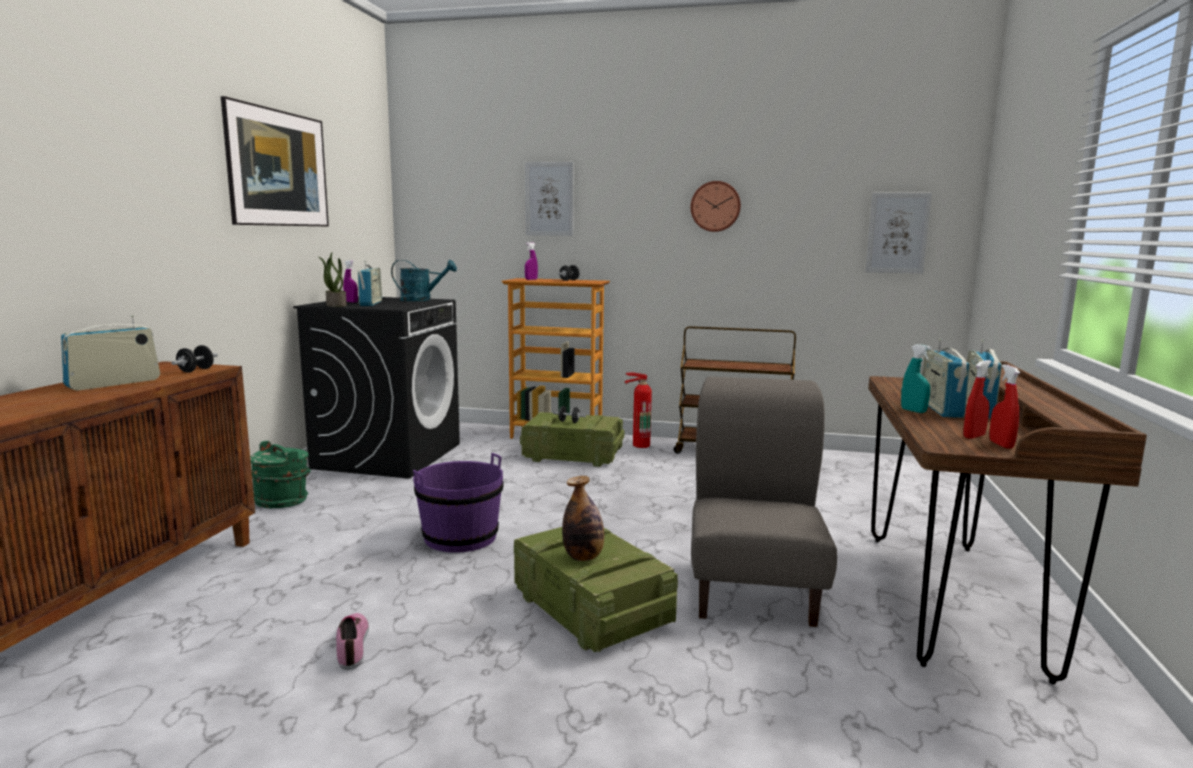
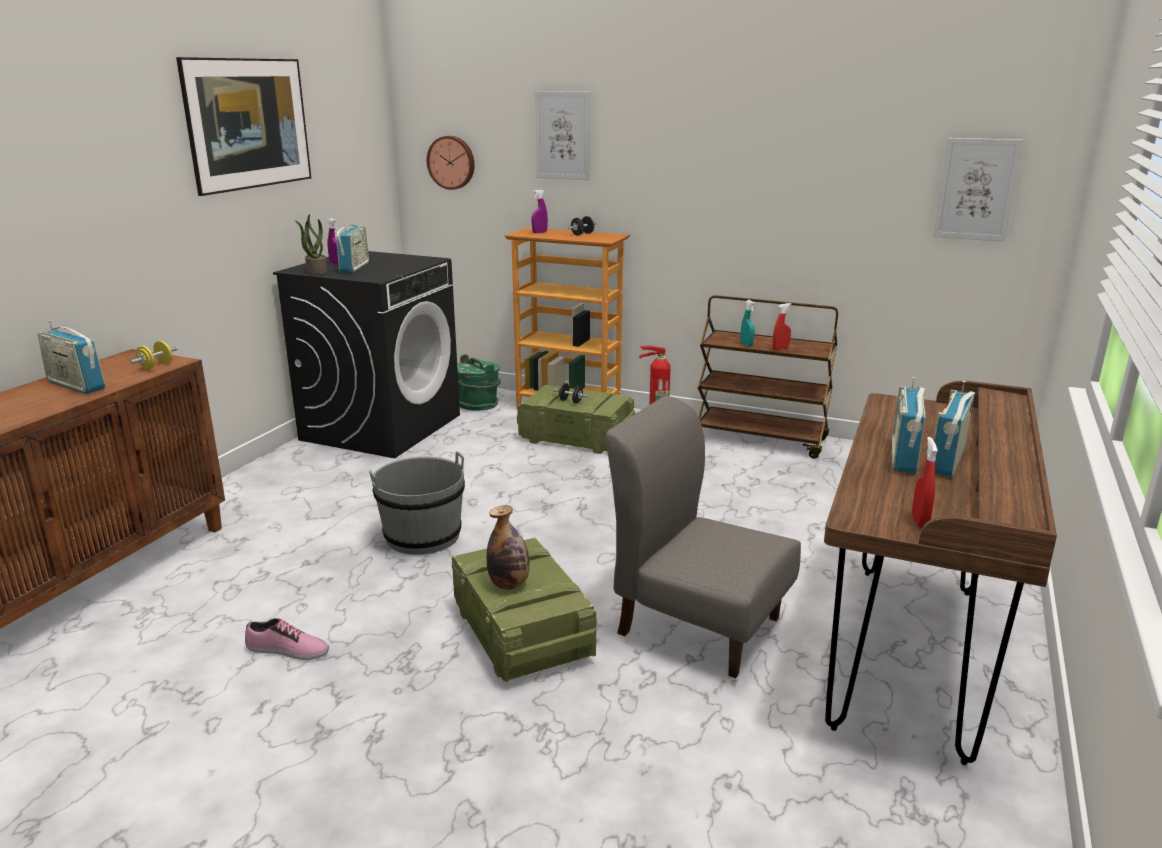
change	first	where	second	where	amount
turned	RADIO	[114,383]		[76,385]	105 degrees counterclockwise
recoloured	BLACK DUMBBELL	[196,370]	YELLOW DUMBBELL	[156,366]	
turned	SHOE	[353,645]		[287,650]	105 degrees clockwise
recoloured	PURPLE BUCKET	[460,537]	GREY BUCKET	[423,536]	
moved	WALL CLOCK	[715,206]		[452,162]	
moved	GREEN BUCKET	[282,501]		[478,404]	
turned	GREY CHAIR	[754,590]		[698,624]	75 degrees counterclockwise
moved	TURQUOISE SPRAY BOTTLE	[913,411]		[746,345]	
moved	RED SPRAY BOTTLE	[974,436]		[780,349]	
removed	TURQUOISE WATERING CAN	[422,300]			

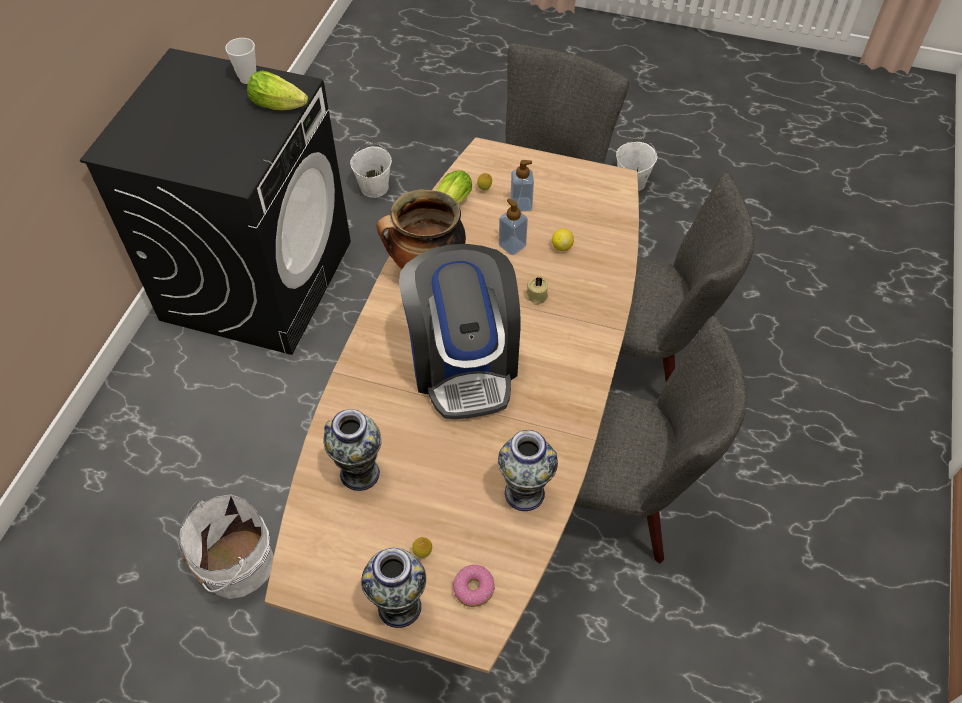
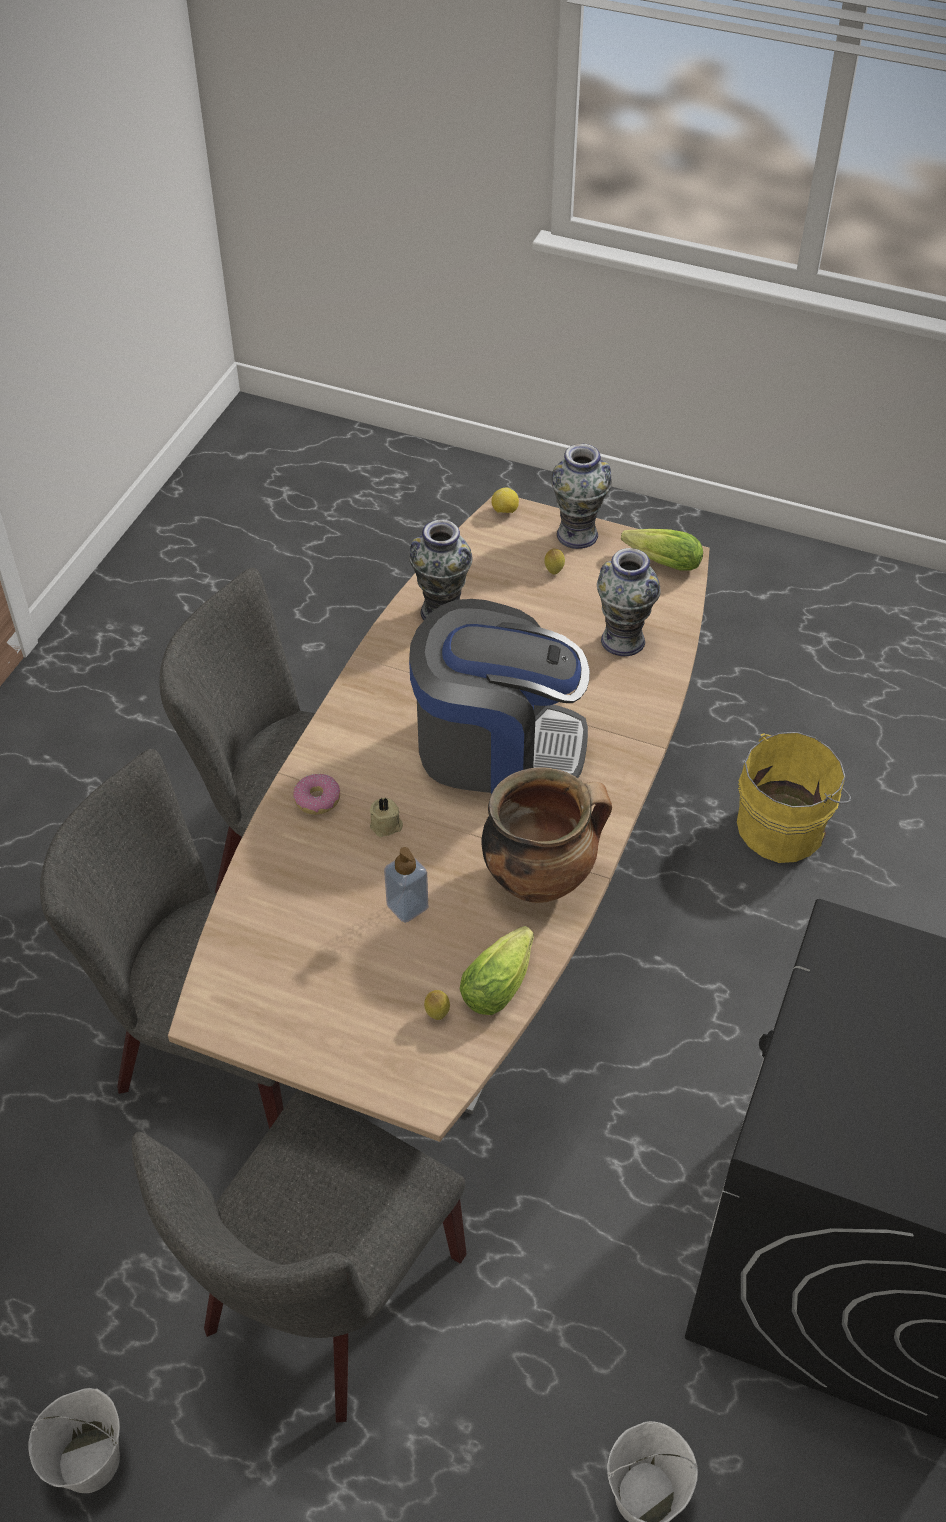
change	first	where	second	where	amount
moved	DONUT	[473,588]		[317,800]	
turned	COFFEE MACHINE	[463,362]		[496,747]	105 degrees clockwise
moved	LEMON	[561,247]		[504,511]	
moved	LETTUCE	[280,105]		[659,562]	
recoloured	WHITE BUCKET	[234,565]	YELLOW BUCKET	[784,826]	
removed	CUP	[248,78]			
removed	SOAP DISPENSER	[521,205]			

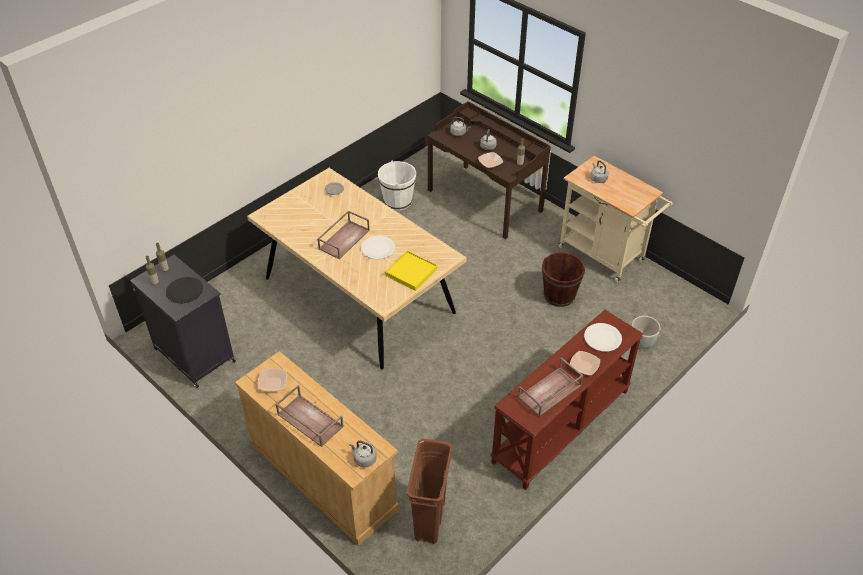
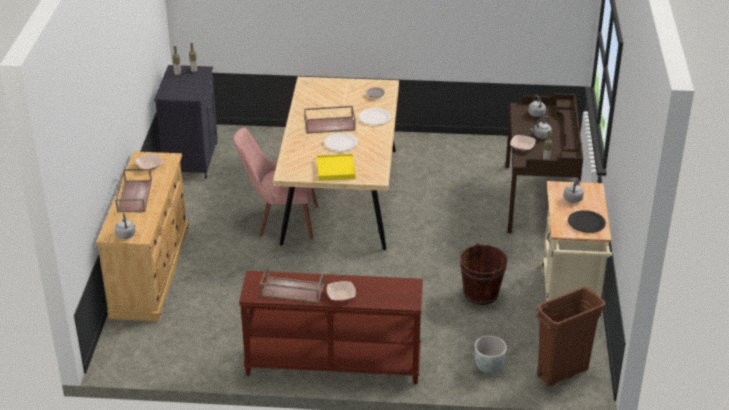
change	first	where	second	where	amount
added			PINK CHAIR	[279,221]	
moved	WHITE PLATE	[602,338]		[374,117]	
moved	BROWN TRASH CAN	[430,519]		[562,372]	
moved	BLACK PLATE	[185,291]		[586,223]	
removed	WHITE BUCKET	[398,201]			

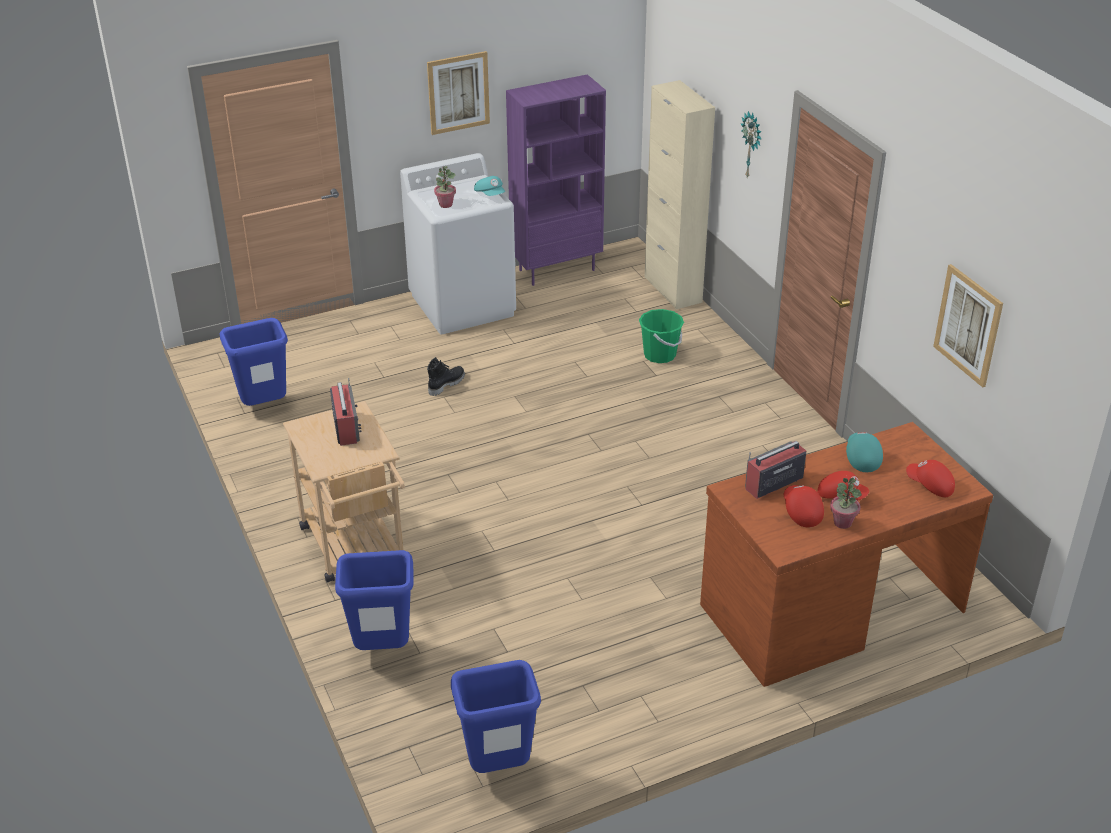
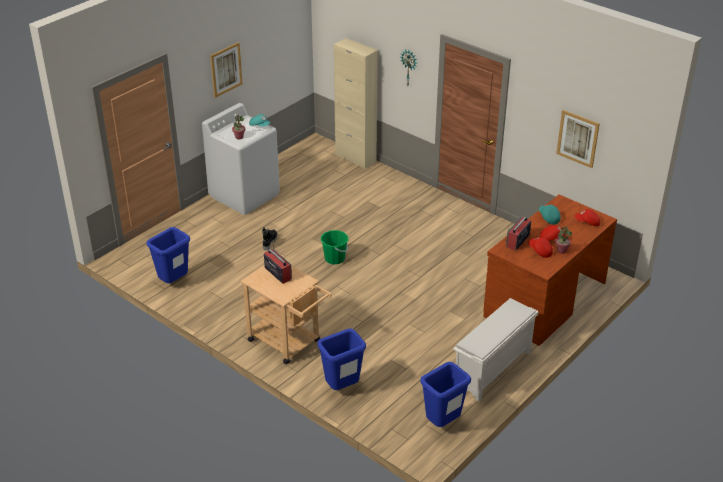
change	first	where	second	where	amount
moved	GREEN BUCKET	[660,355]		[335,258]	
added			WHITE SHOE RACK	[492,370]	
removed	PURPLE BOOKCASE	[557,269]			

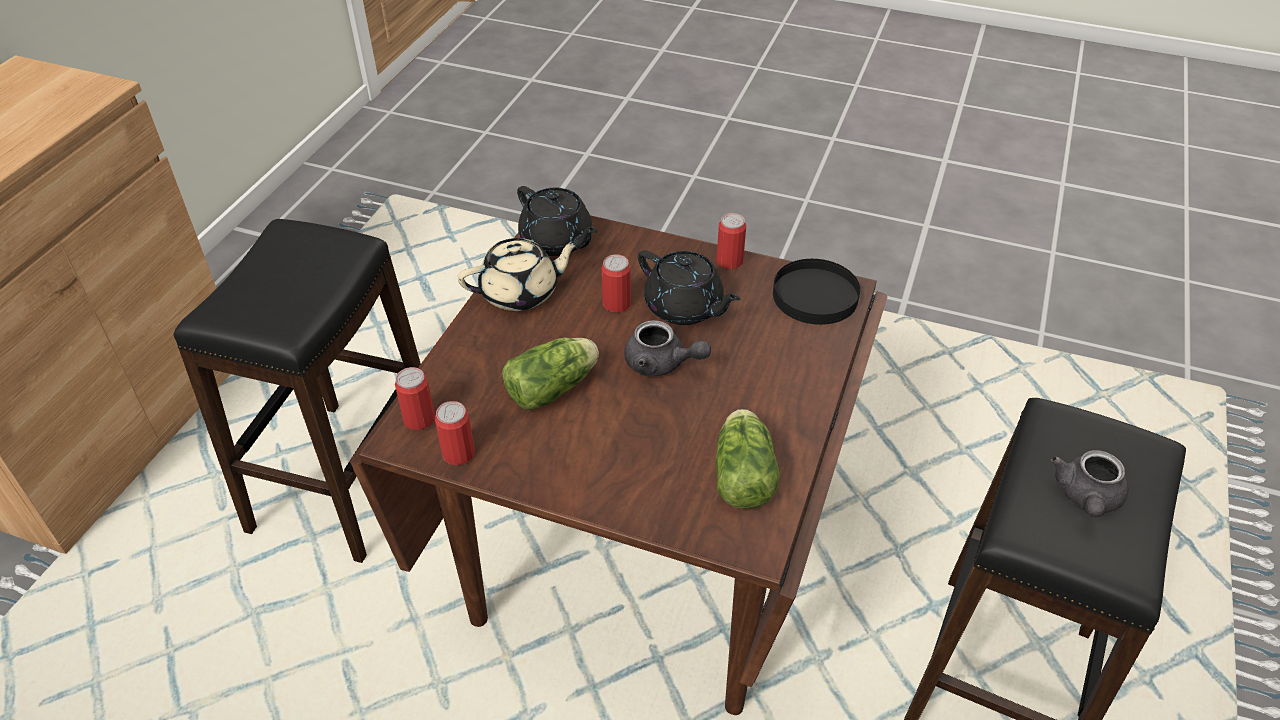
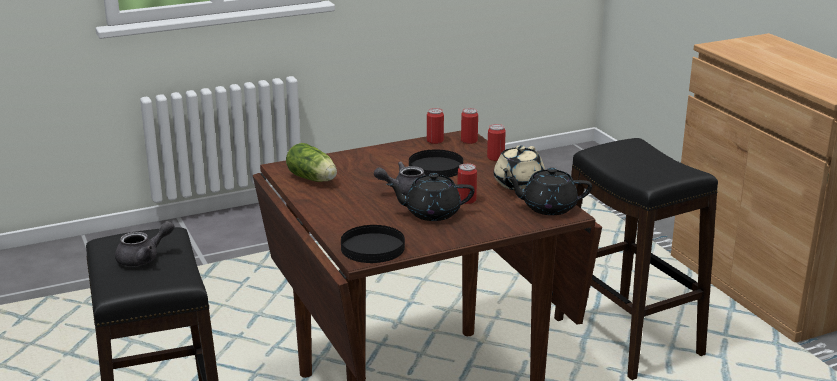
change	first	where	second	where	amount
turned	GREY TEAPOT	[1086,498]		[144,258]	75 degrees clockwise
replaced	LETTUCE	[555,387]	BLACK PLATE	[436,167]	
moved	CAN	[729,261]		[495,158]	

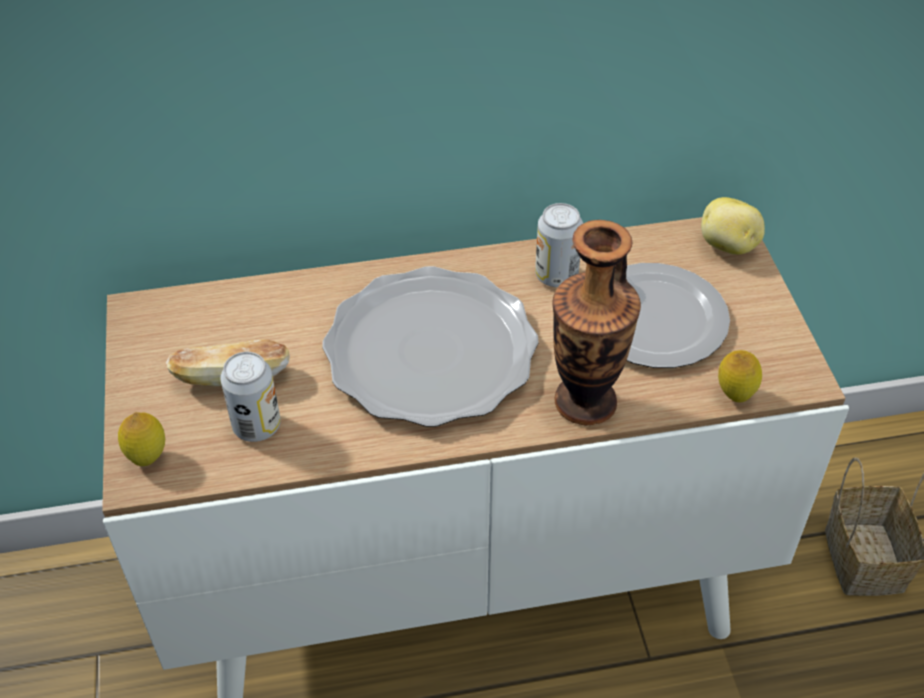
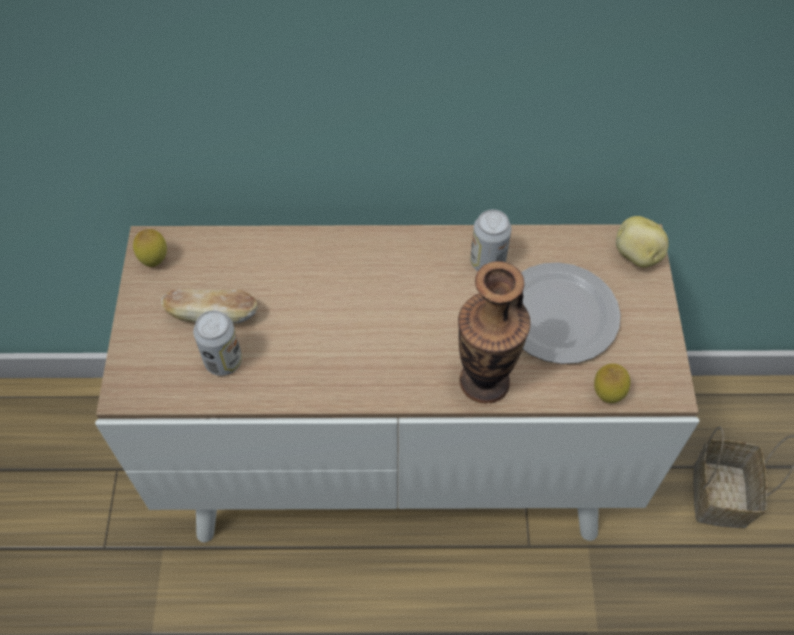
change	first	where	second	where	amount
moved	LEMON	[148,458]		[155,261]	
removed	PLATE	[430,350]			

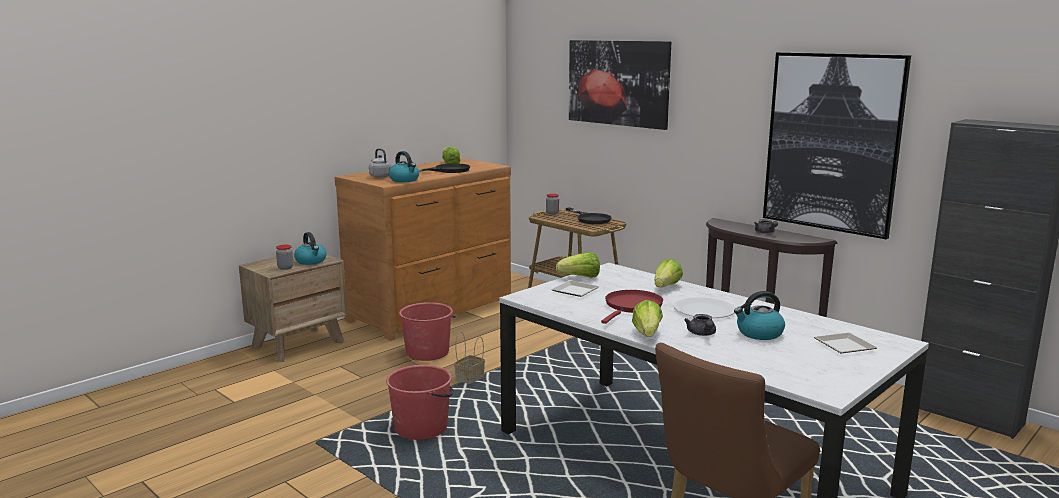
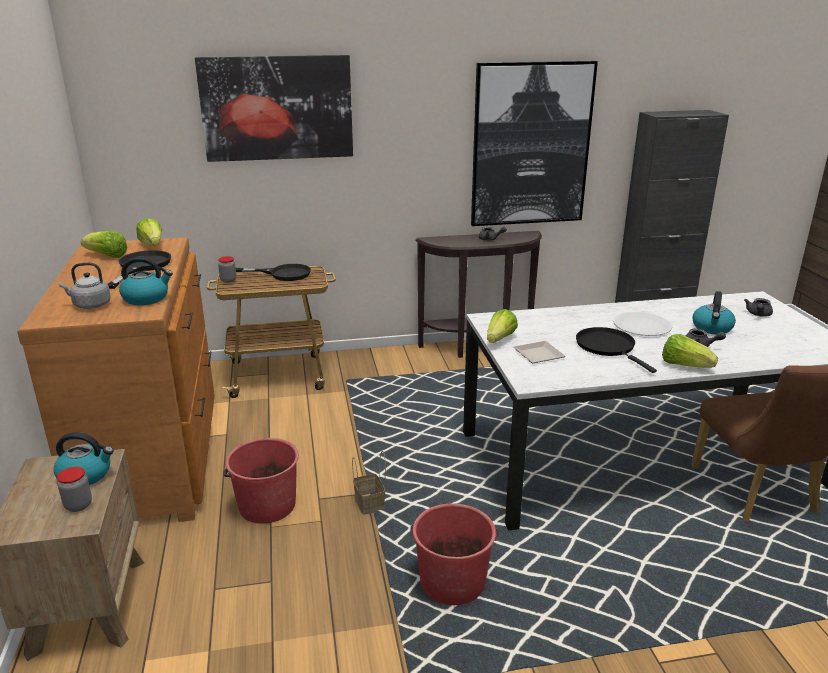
change	first	where	second	where	amount
moved	LETTUCE	[666,287]		[152,245]	
recoloured	RED FRYING PAN	[632,306]	BLACK FRYING PAN	[608,347]	
replaced	PLATE	[844,347]	GREY TEAPOT	[758,314]	

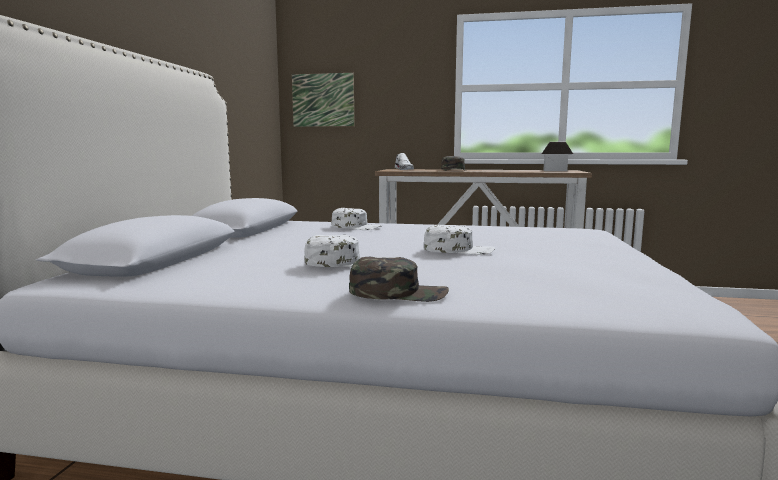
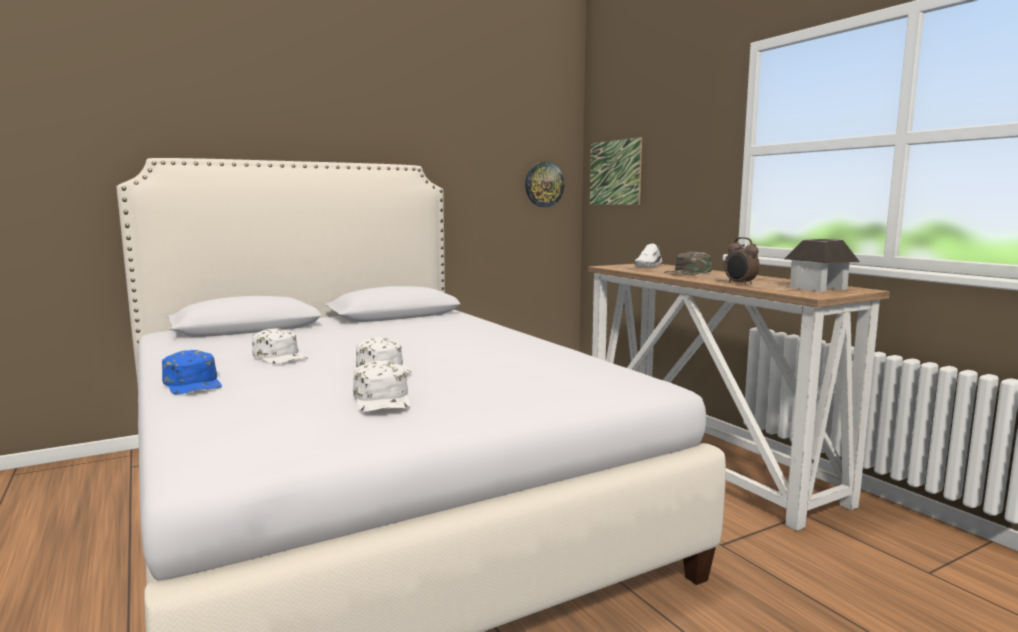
change	first	where	second	where	amount
recoloured	GREEN CAP	[398,292]	BLUE CAP	[193,383]	
moved	WHITE CAP	[356,227]		[383,399]	
added			WALL CLOCK	[544,184]	
added			ALARM CLOCK	[740,284]	

